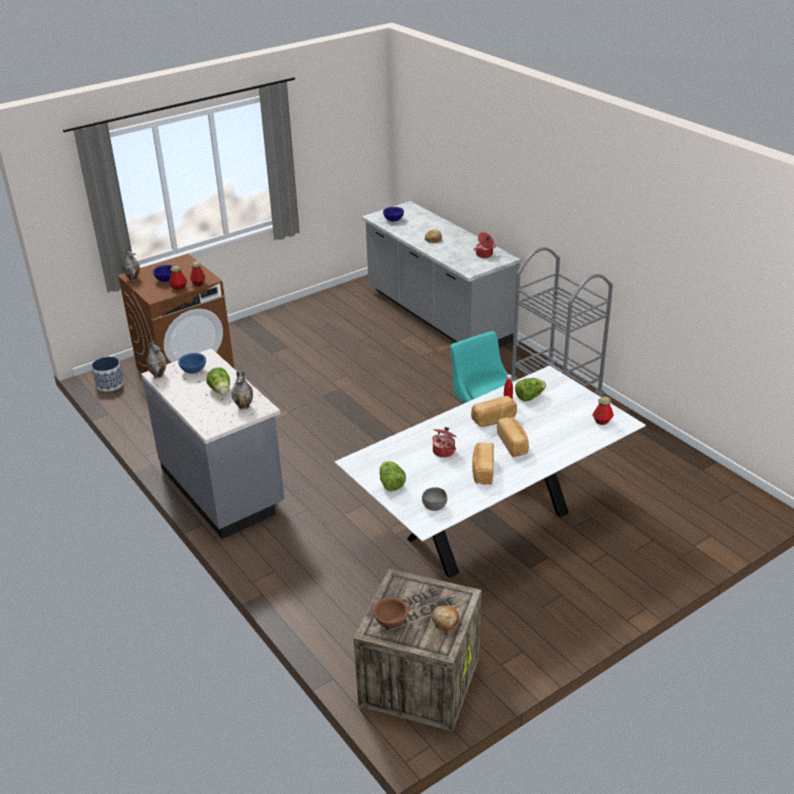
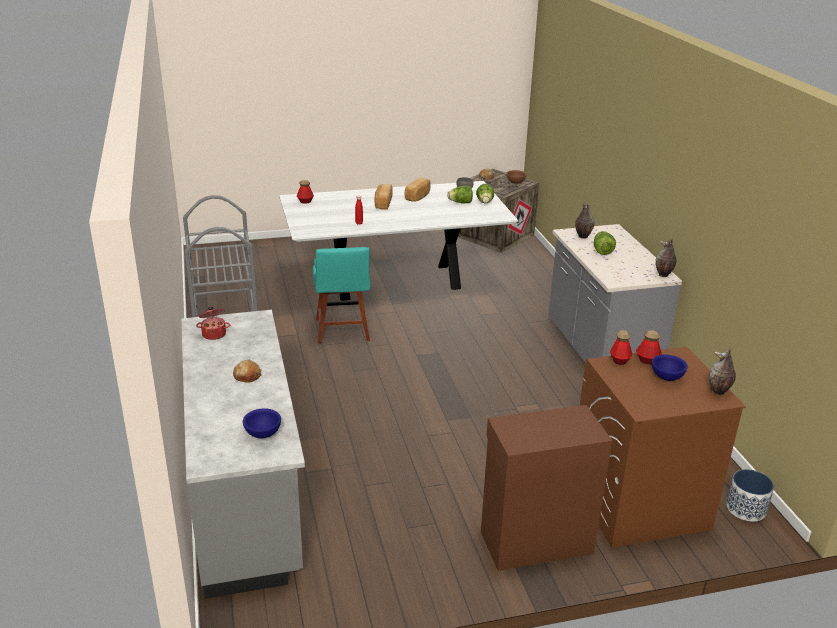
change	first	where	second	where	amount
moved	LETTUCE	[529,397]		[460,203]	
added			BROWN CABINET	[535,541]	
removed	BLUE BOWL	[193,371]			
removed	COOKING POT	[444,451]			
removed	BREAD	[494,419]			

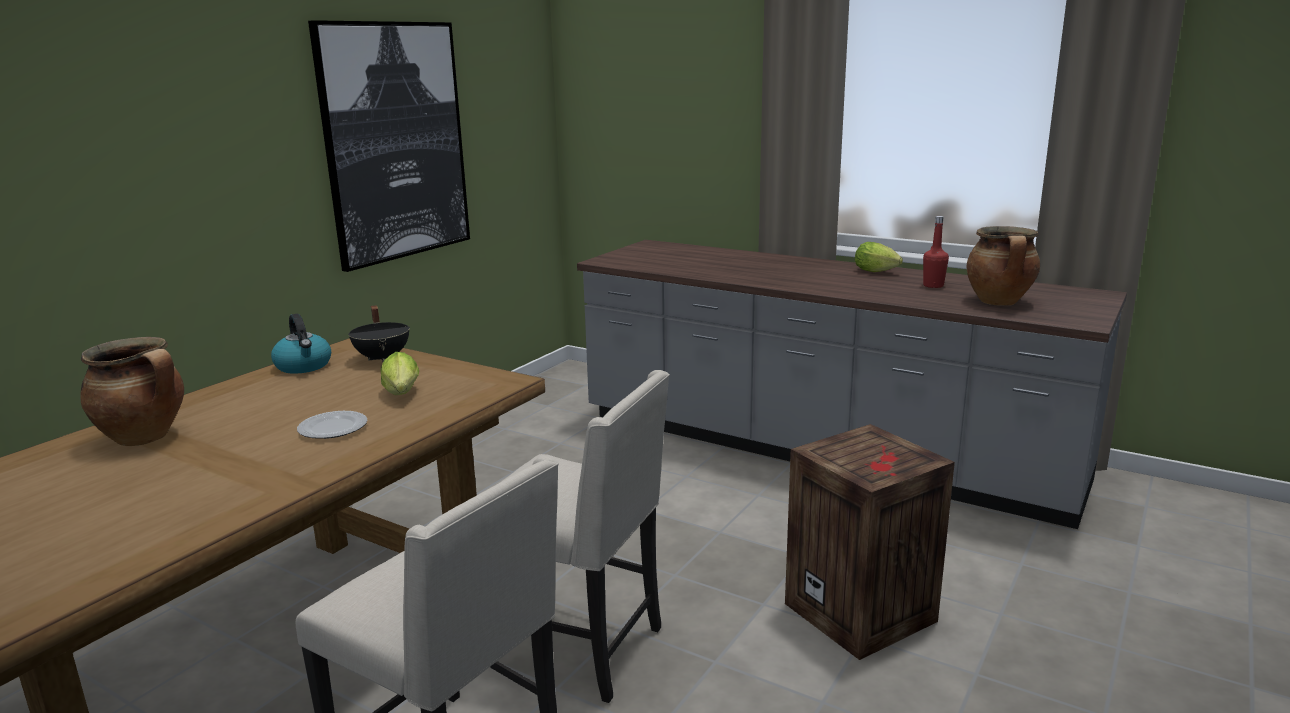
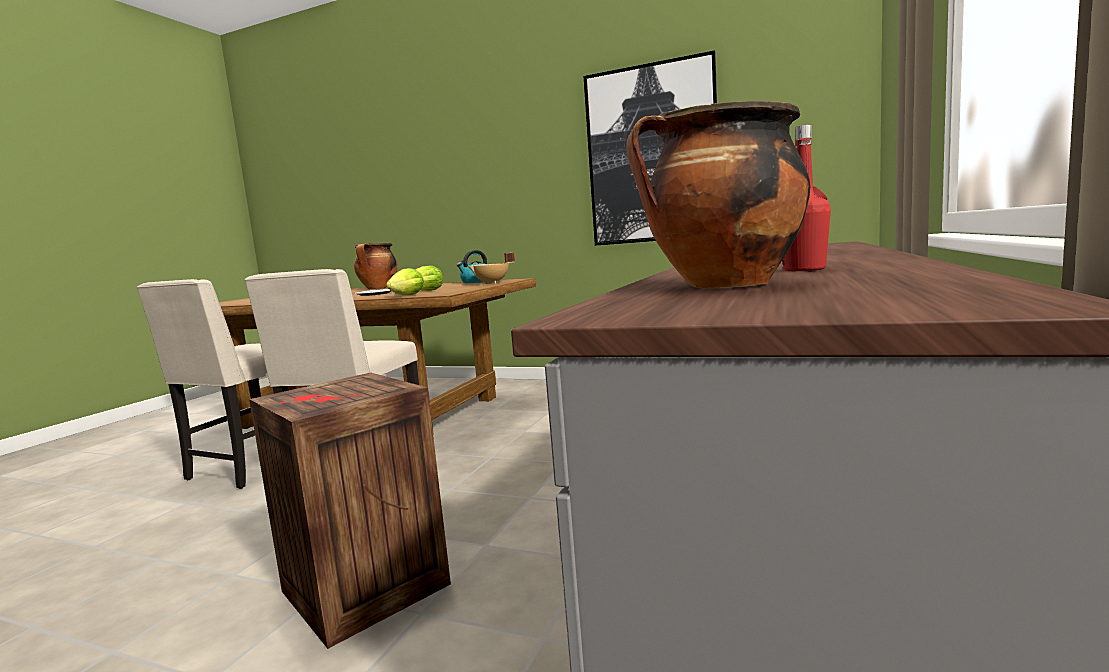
change	first	where	second	where	amount
moved	LETTUCE	[878,272]		[405,296]	
recoloured	BLACK COOKING POT	[383,358]	BEIGE COOKING POT	[492,283]	

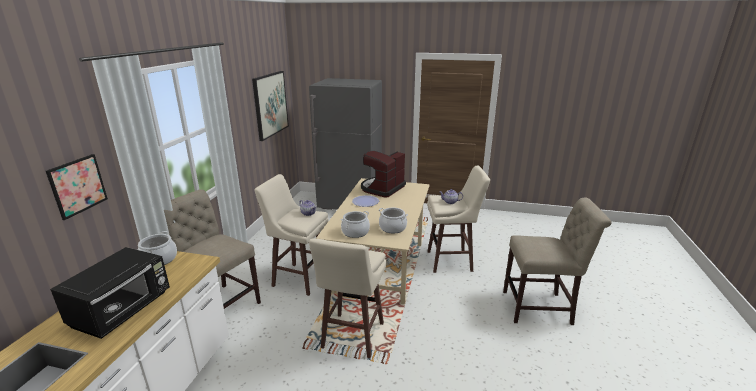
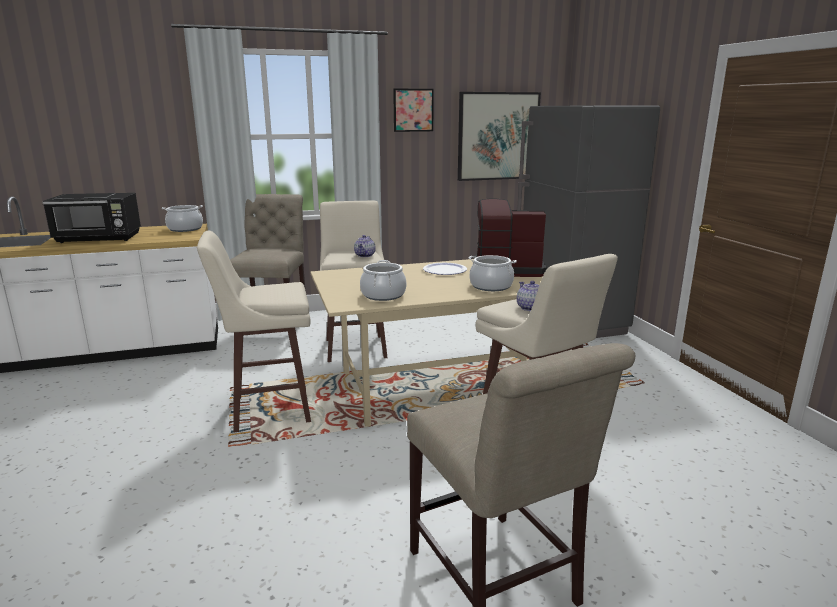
change	first	where	second	where	amount
moved	PICTURE	[78,186]		[413,110]	
moved	COOKING POT	[355,232]		[491,286]	

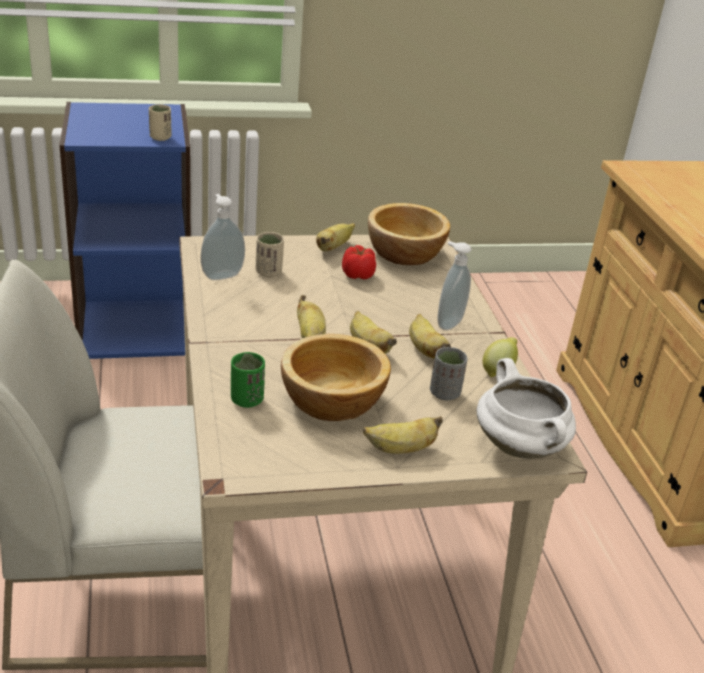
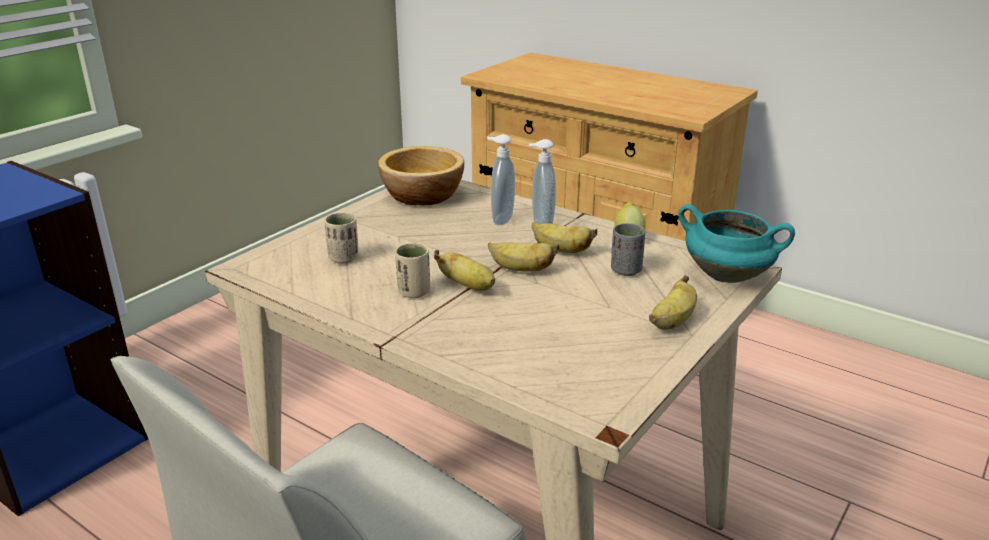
change	first	where	second	where	amount
moved	BEIGE CUP	[160,138]		[414,292]	
moved	SOAP DISPENSER	[221,275]		[500,219]	
recoloured	WHITE COOKING POT	[521,447]	TURQUOISE COOKING POT	[728,276]	
removed	GREEN CUP	[246,400]			
removed	BOWL	[331,401]			
removed	BANANA	[333,247]			
removed	TOMATO	[357,275]			

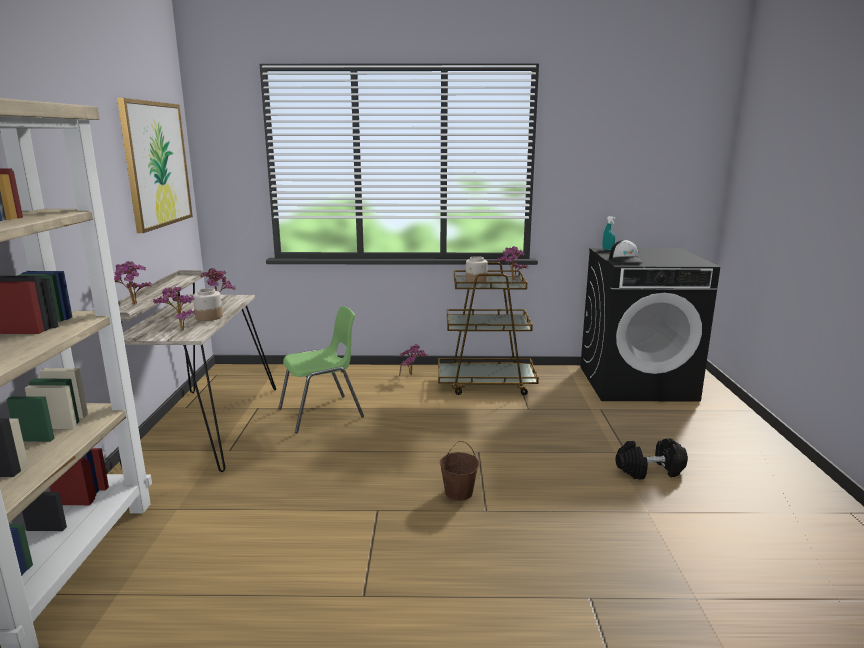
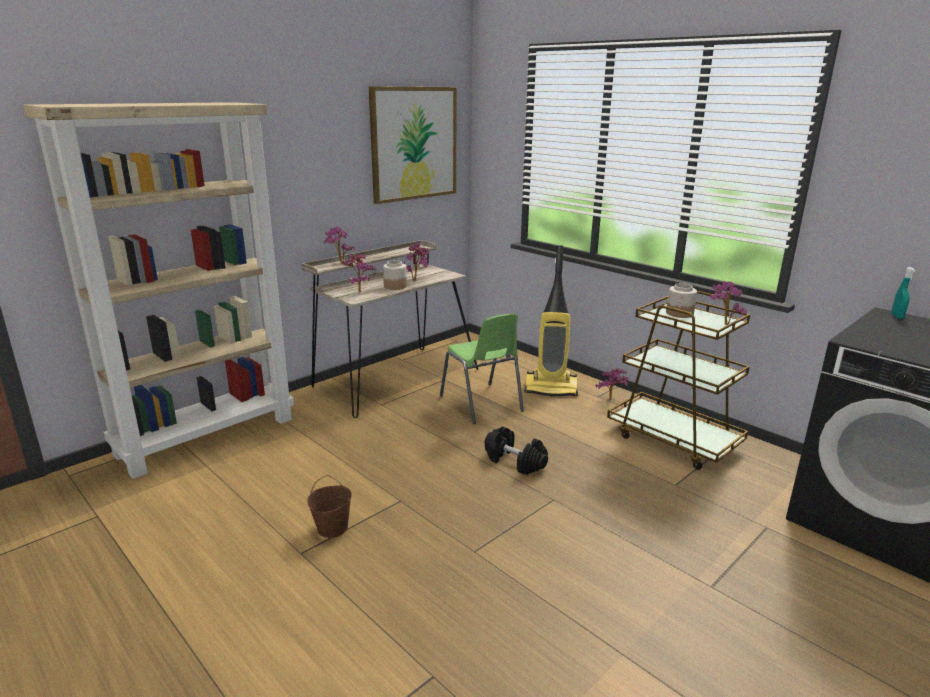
change	first	where	second	where	amount
moved	BROWN BUCKET	[458,492]		[333,528]	
turned	GREEN CHAIR	[322,413]		[481,404]	45 degrees clockwise
moved	BLACK DUMBBELL	[650,471]		[514,462]	
added			VACUUM CLEANER	[551,388]	
removed	CAP	[626,260]			

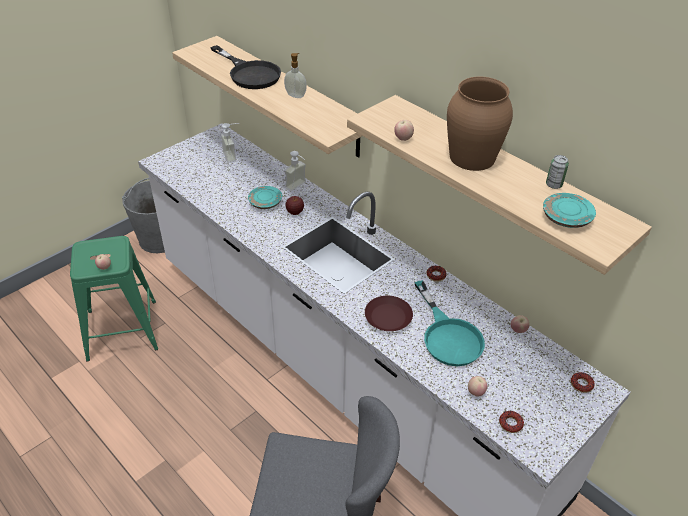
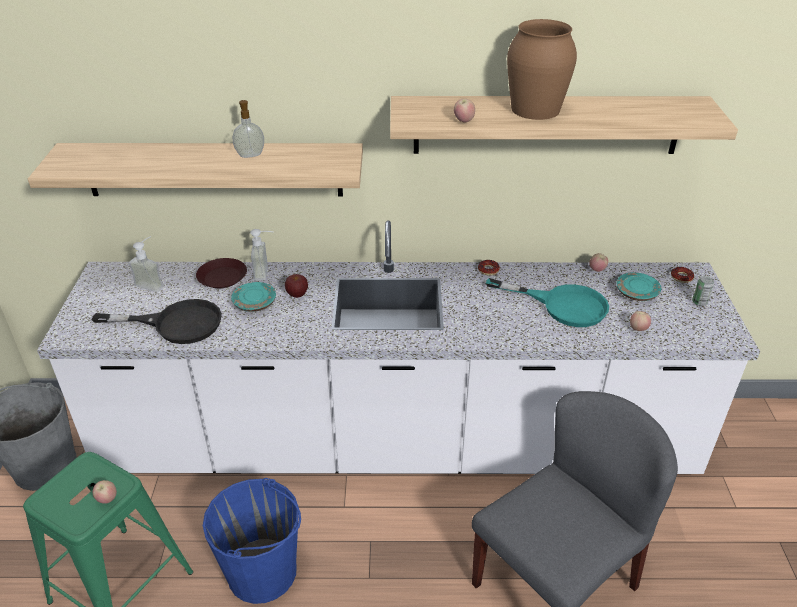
change	first	where	second	where	amount
moved	BLACK FRYING PAN	[250,73]		[176,324]	
moved	BROWN PLATE	[388,317]		[222,278]	
added			BLUE BUCKET	[262,572]	
moved	TURQUOISE PLATE	[566,218]		[636,293]	
moved	CAN	[553,185]		[699,302]	
removed	DONUT	[510,424]			

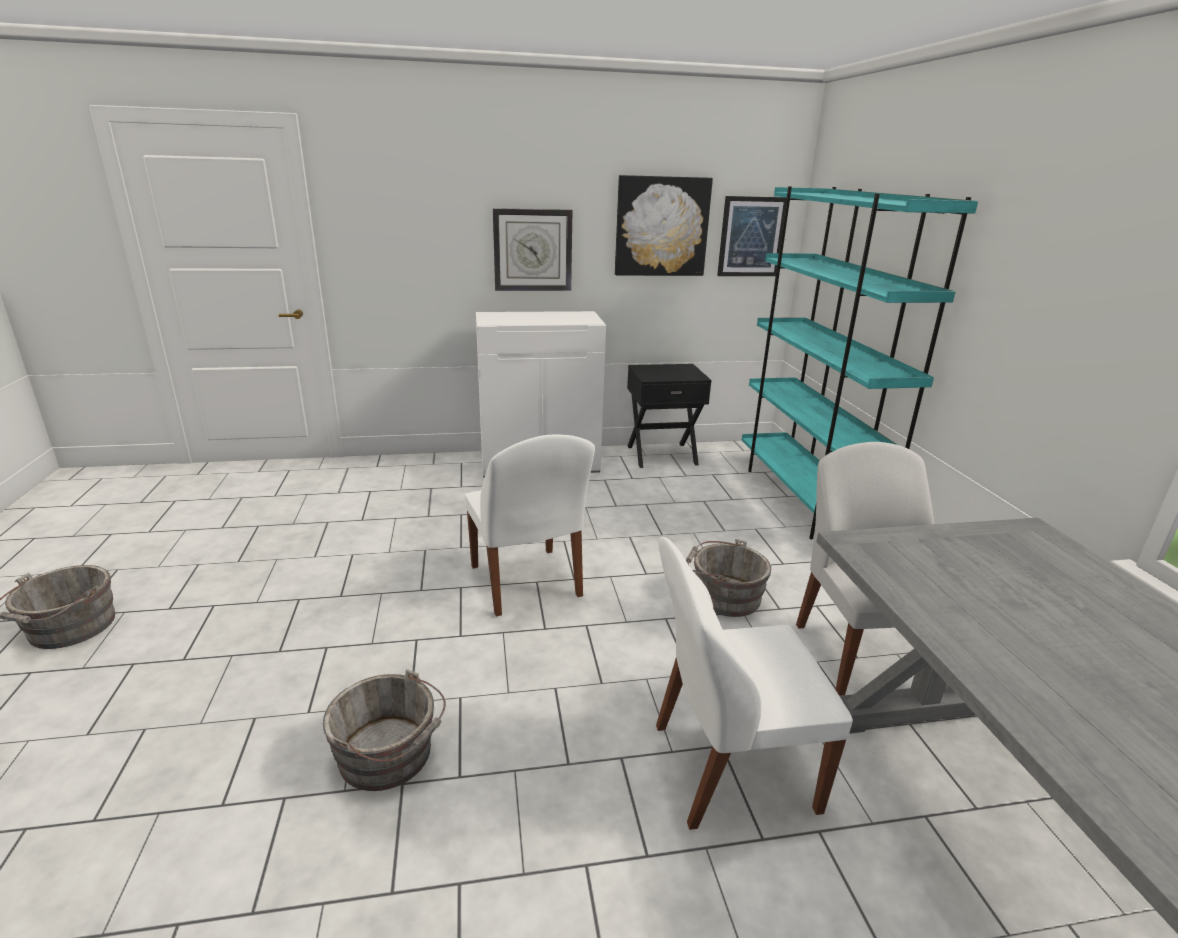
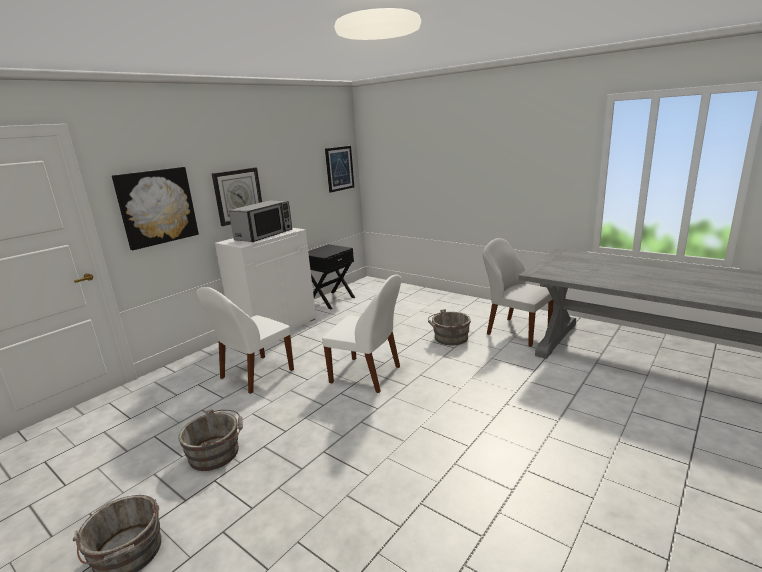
change	first	where	second	where	amount
moved	PICTURE	[661,227]		[157,207]	
moved	GREY BUCKET	[390,755]		[217,453]	
moved	WHITE CHAIR	[728,767]		[255,375]	
added			MICROWAVE	[264,235]	
removed	TURQUOISE BOOKCASE	[804,500]			

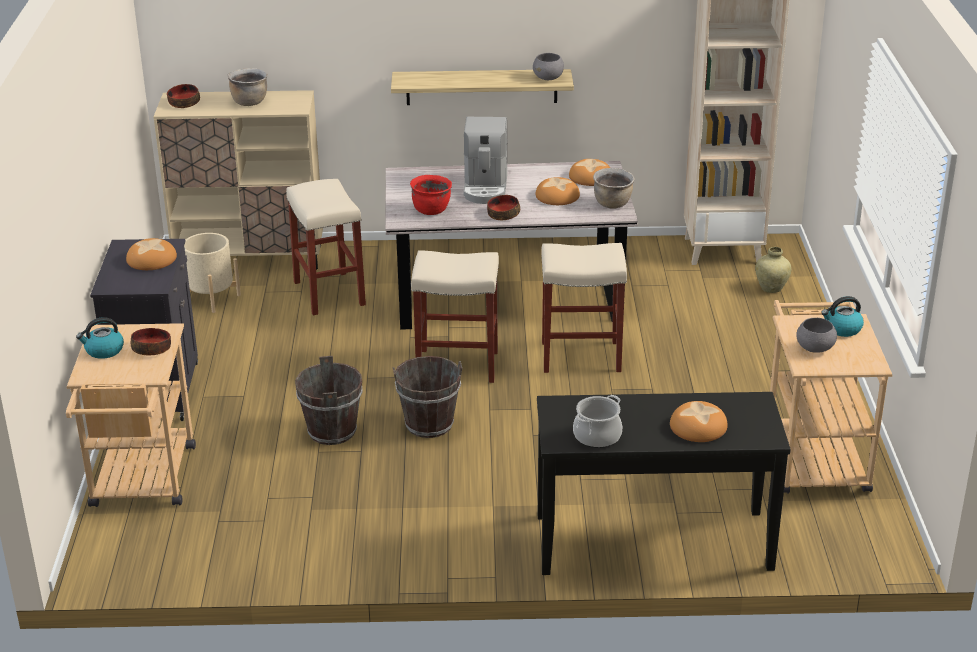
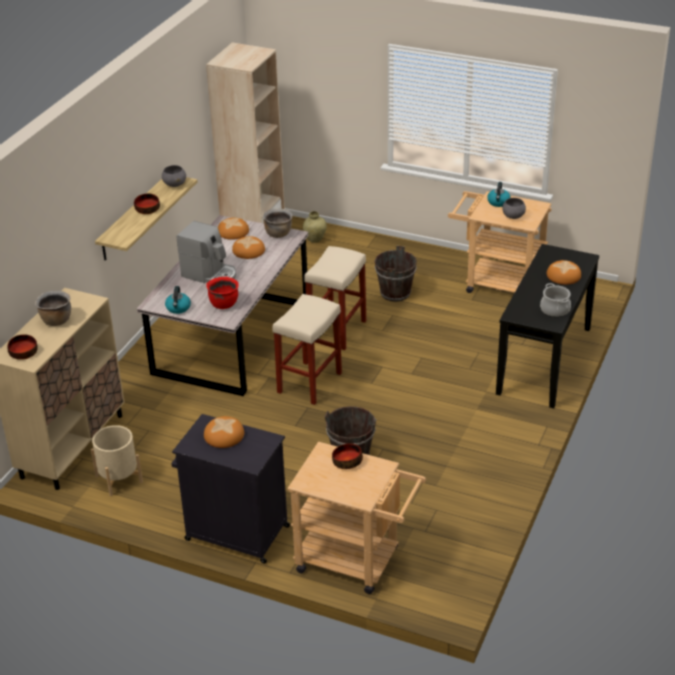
change	first	where	second	where	amount
moved	BOWL	[503,214]		[147,209]	
moved	KETTLE	[104,351]		[178,308]	
moved	BROWN BUCKET	[429,424]		[395,293]	
removed	BEIGE STOOL	[328,293]			

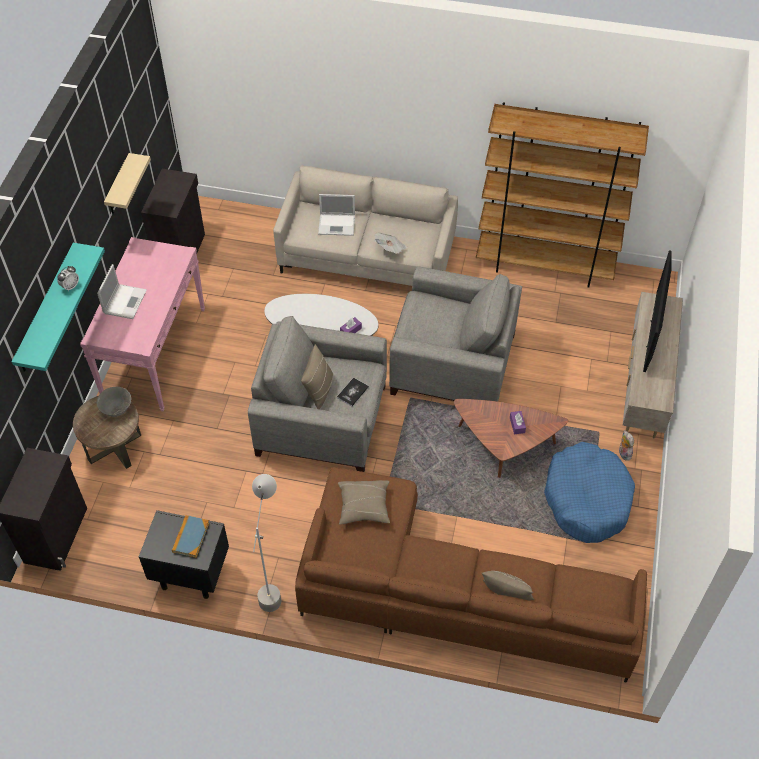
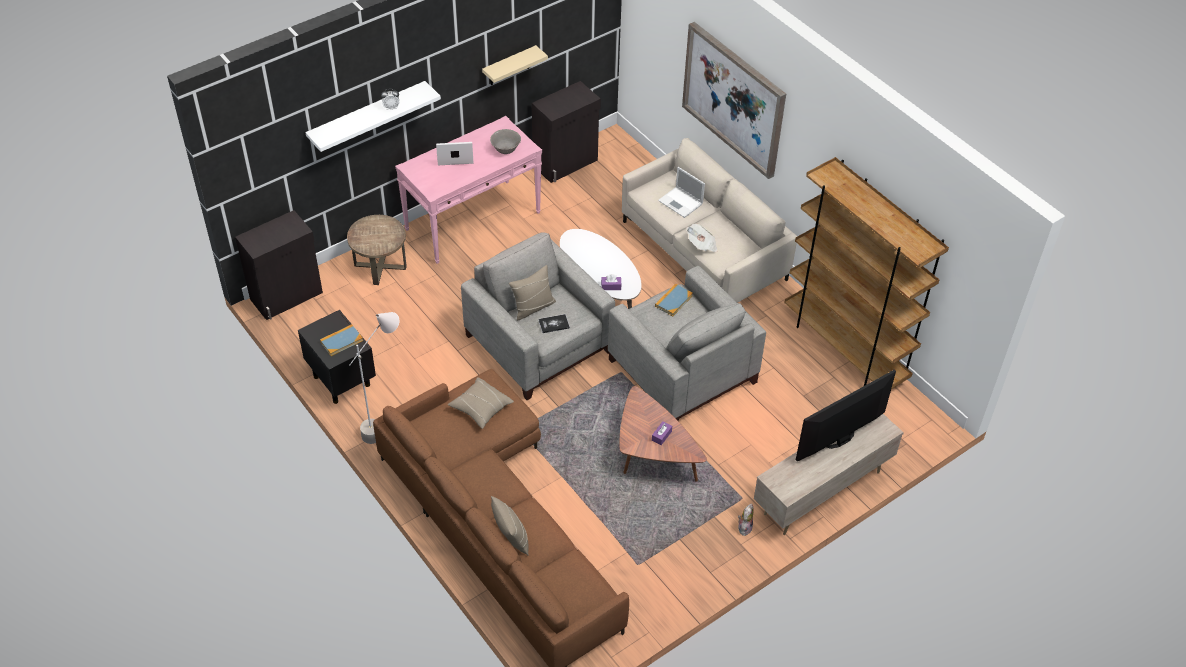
change	first	where	second	where	amount
recoloured	TURQUOISE SHELF	[46,309]	WHITE SHELF	[367,116]	
turned	LAPTOP	[125,301]		[454,156]	150 degrees counterclockwise
moved	GREY BOWL	[116,409]		[506,150]	
added			BOOK	[673,301]	
added			PICTURE	[734,99]	
removed	BLUE DOG BED	[587,499]			

